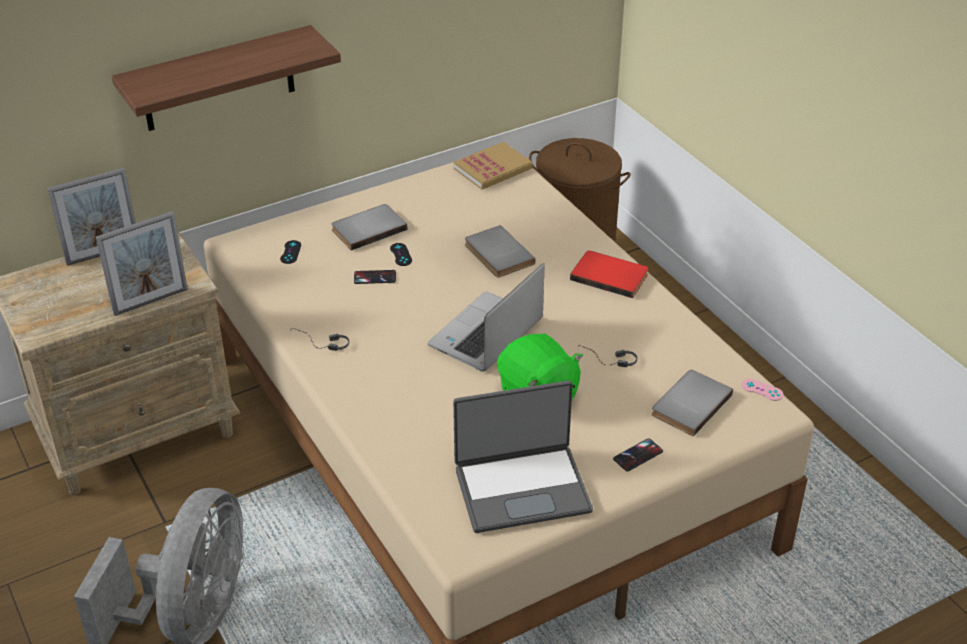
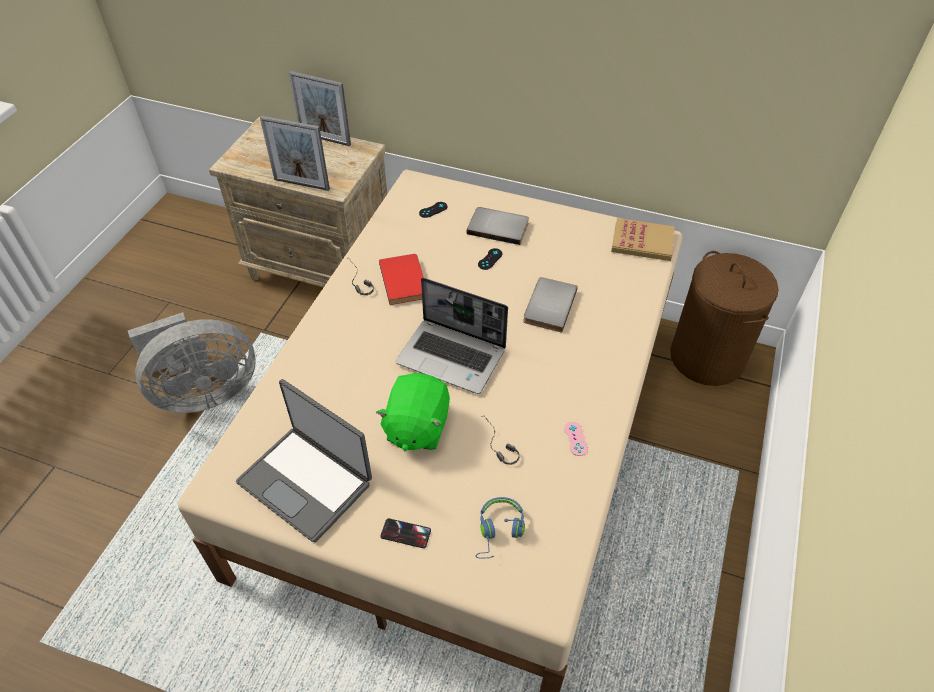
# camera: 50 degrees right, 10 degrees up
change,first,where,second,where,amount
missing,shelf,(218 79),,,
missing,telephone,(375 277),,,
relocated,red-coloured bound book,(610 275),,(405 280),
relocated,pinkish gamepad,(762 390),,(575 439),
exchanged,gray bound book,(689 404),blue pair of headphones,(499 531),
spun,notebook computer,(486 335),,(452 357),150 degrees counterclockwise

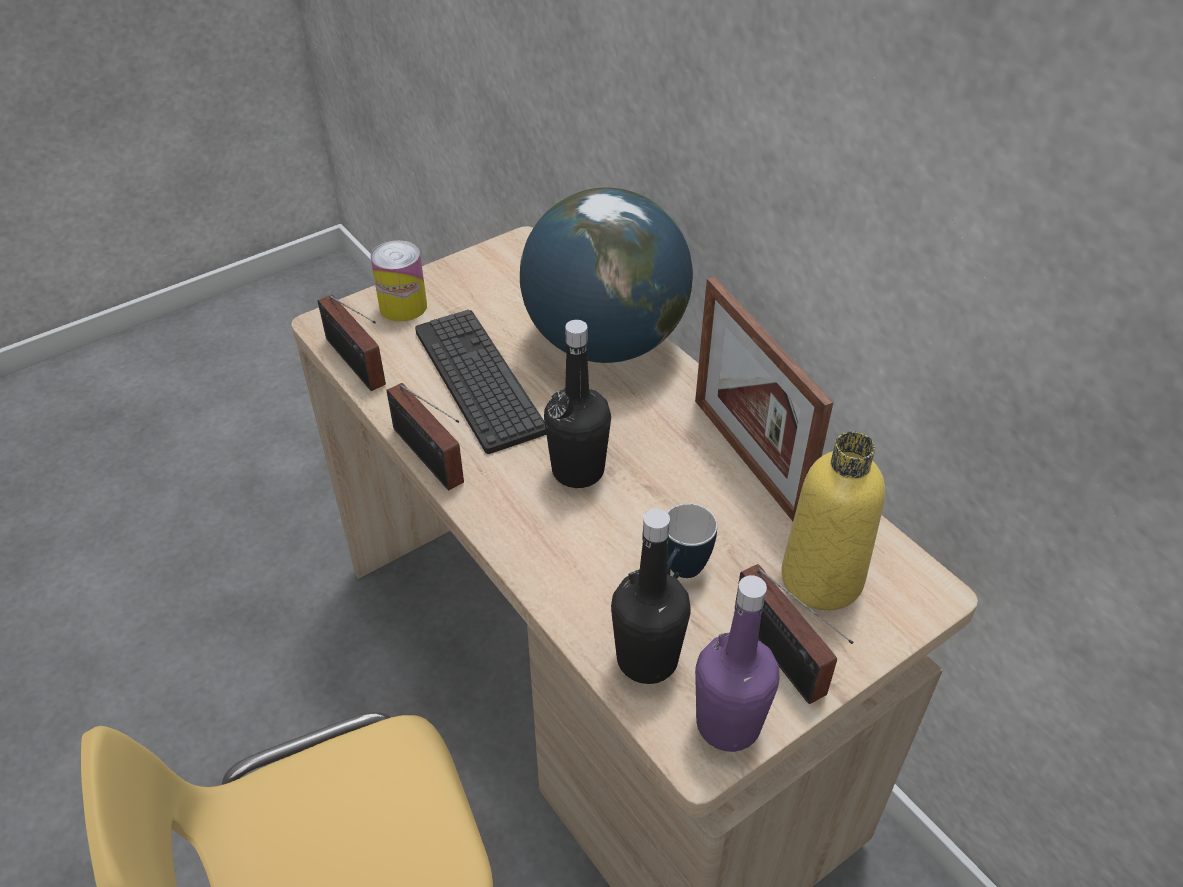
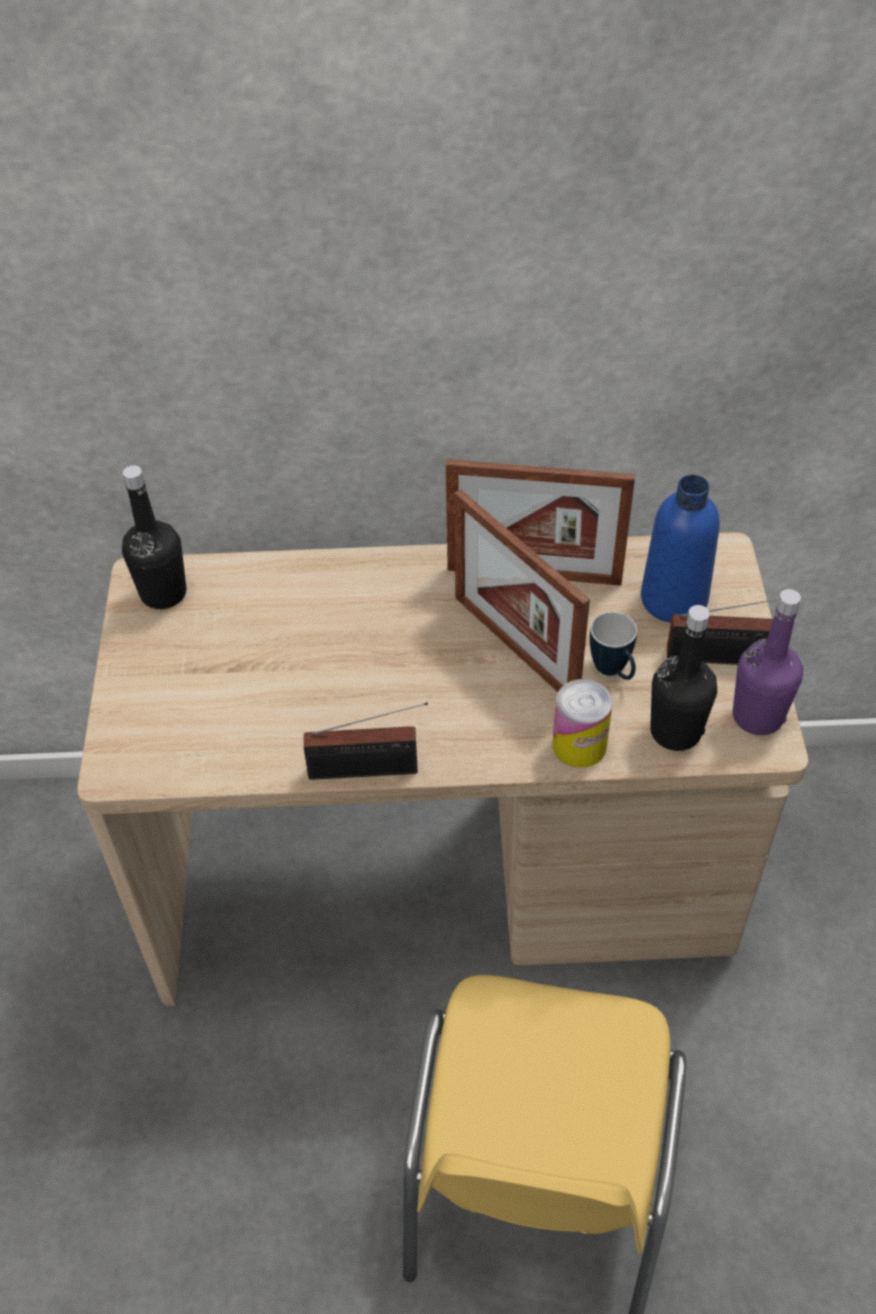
# camera: 55 degrees left, 5 degrees up
change,first,where,second,where,amount
missing,radio,(357 365),,,
missing,computer keyboard,(478 380),,,
missing,world globe,(605 343),,,
appeared,,,standing frame,(515 648),
relocated,can,(403 306),,(579 745),
relocated,black beverage bottle,(578 470),,(163 593),
colour,yellowish beverage bottle,(821 578),blue beverage bottle,(673 599),

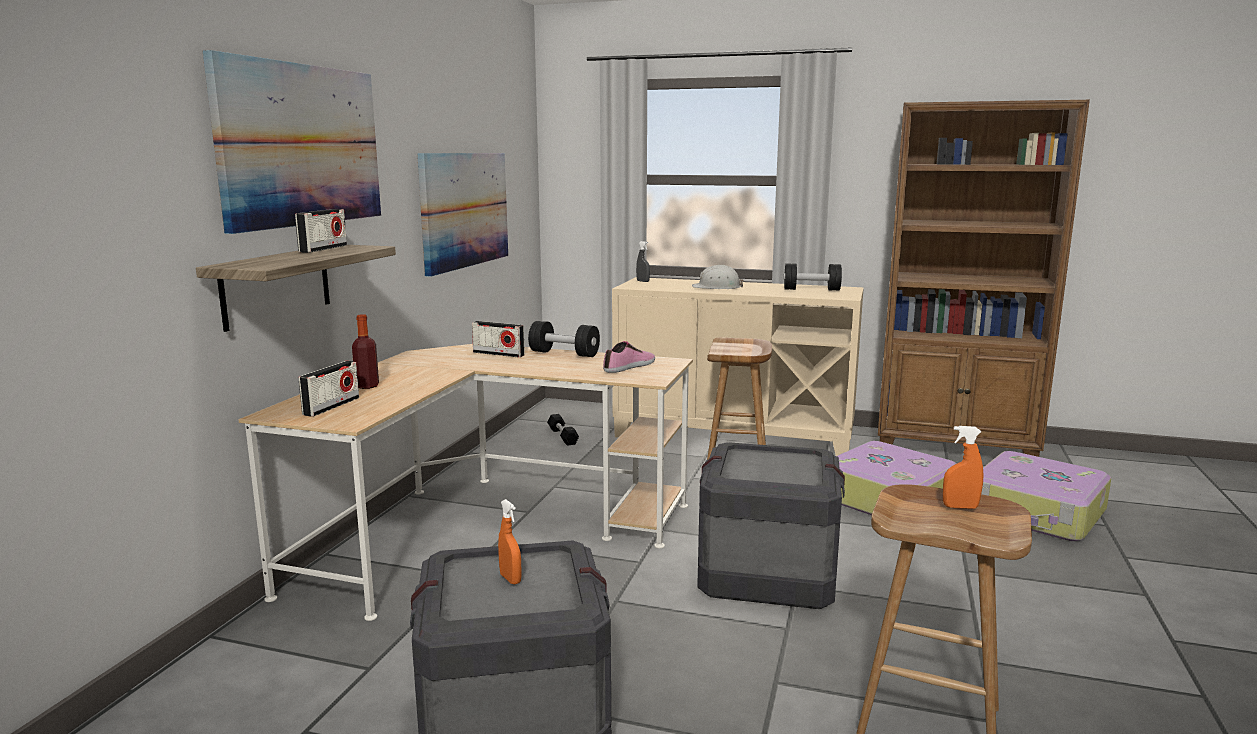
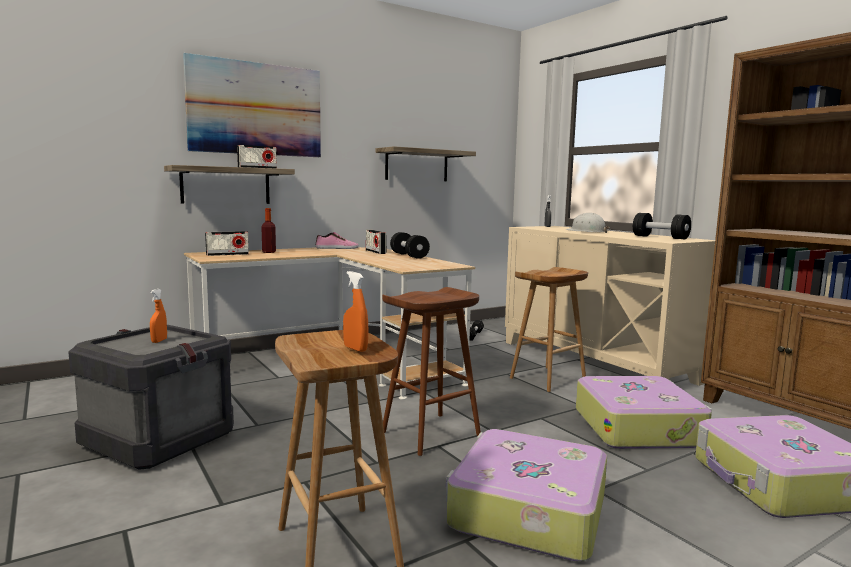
# camera: 40 degrees right, 5 degrees down
change,first,where,second,where,amount
appeared,,,piece of luggage,(526 511),
relocated,shoe,(630 366),,(337 248),
exchanged,wall picture,(464 210),shelf,(417 165),
exchanged,shipping crate,(767 576),brown-coloured sitting stool,(430 434),

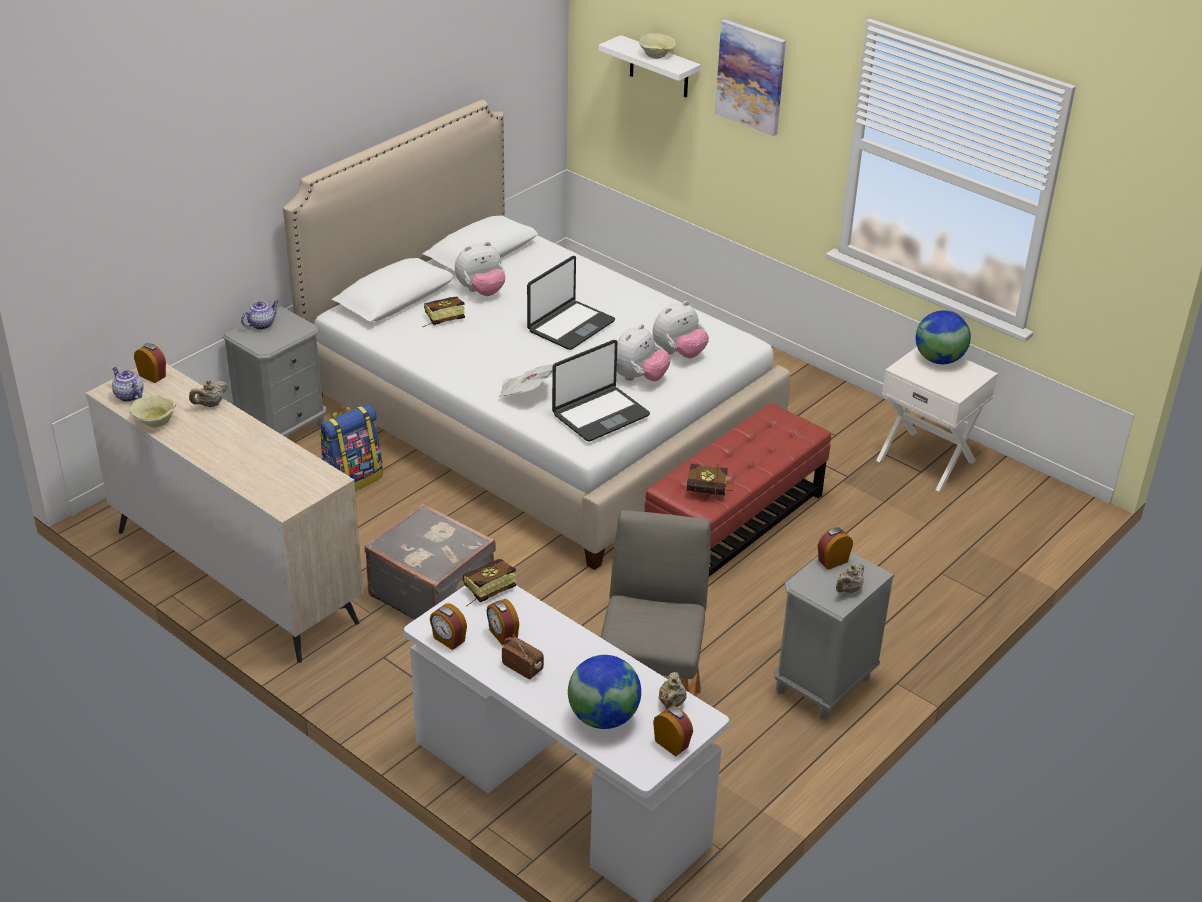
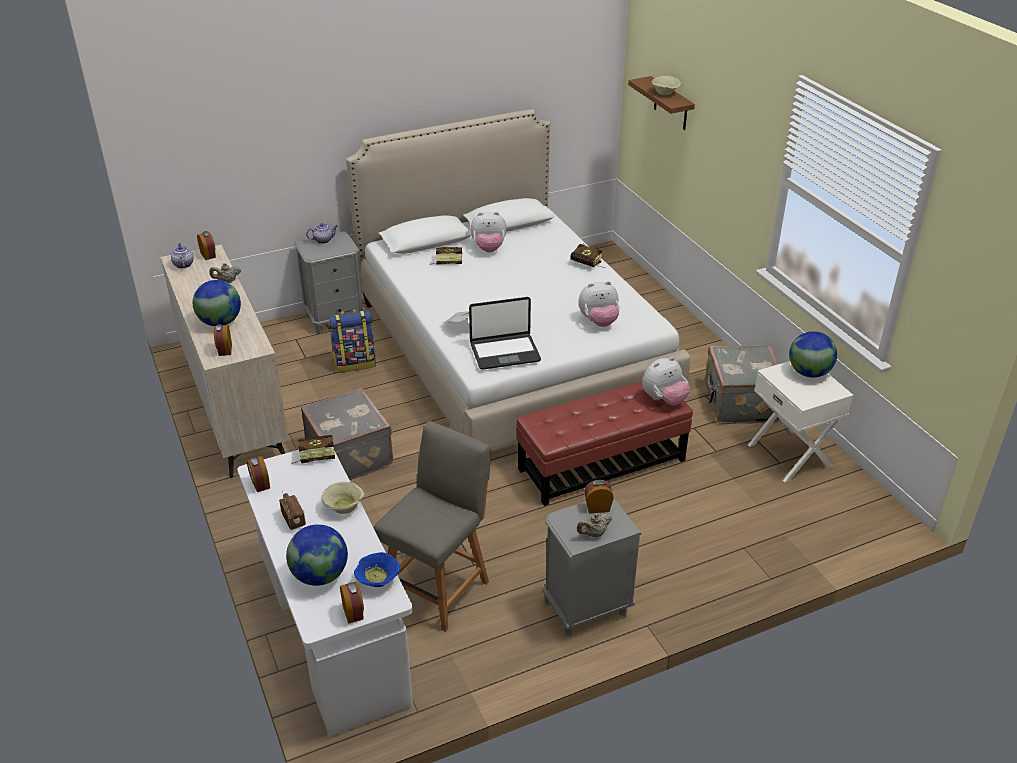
# camera: 25 degrees right, 0 degrees up
change,first,where,second,where,amount
missing,notebook computer,(570 326),,,
missing,wall picture,(751 77),,,
appeared,,,world globe,(220 322),
appeared,,,gray piece of luggage,(739 403),
relocated,sand-coloured serving bowl,(155 421),,(344 507),
relocated,table clock,(502 635),,(224 350),
relocated,cuddly toy,(639 378),,(664 400),
relocated,bound book,(711 492),,(588 265),
exchanged,sand-coloured tea pot,(671 704),blue serving bowl,(377 581),
colour,whitish shelf,(659 67),brown-coloured shelf,(671 104),

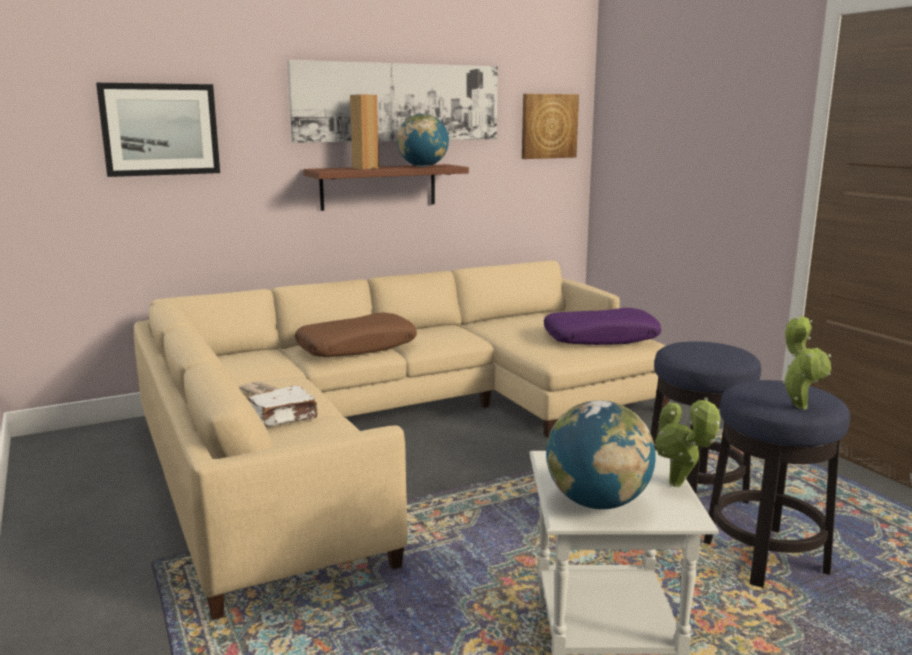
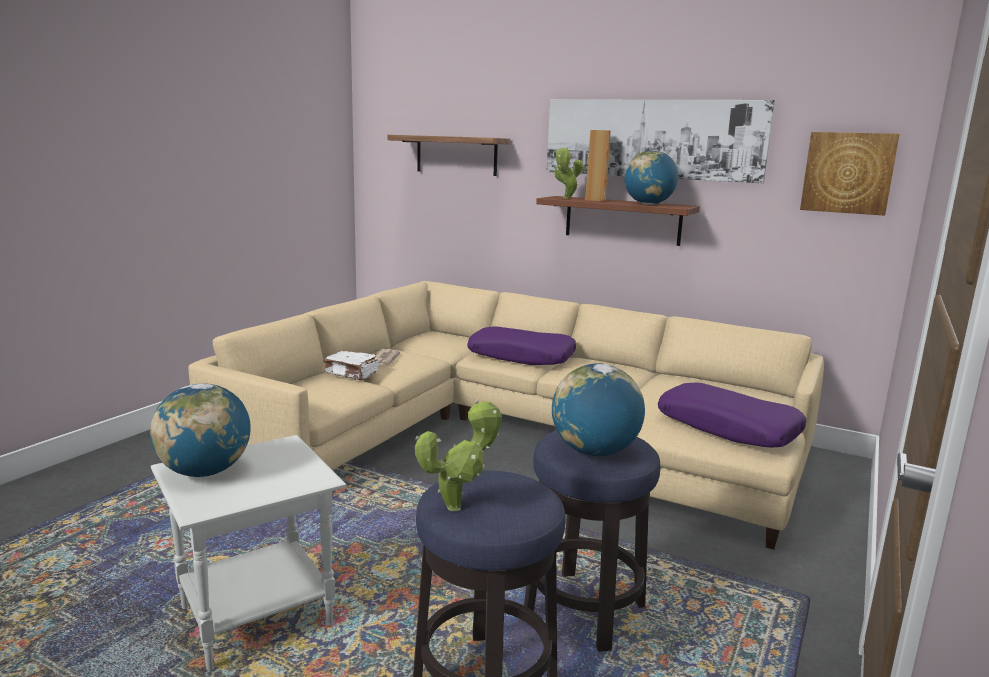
# camera: 55 degrees right, 0 degrees up
change,first,where,second,where,amount
appeared,,,world globe,(594 452),
relocated,potted plant,(679 486),,(566 198),
exchanged,wall picture,(160 129),shelf,(456 155),
colour,brown-coloured throw pillow,(357 347),purplish throw pillow,(521 356),

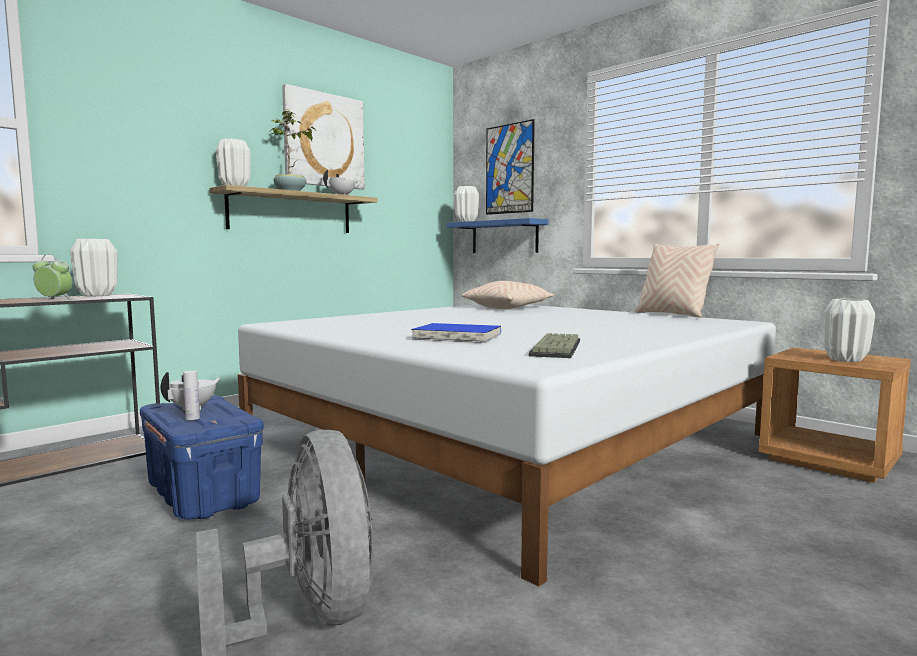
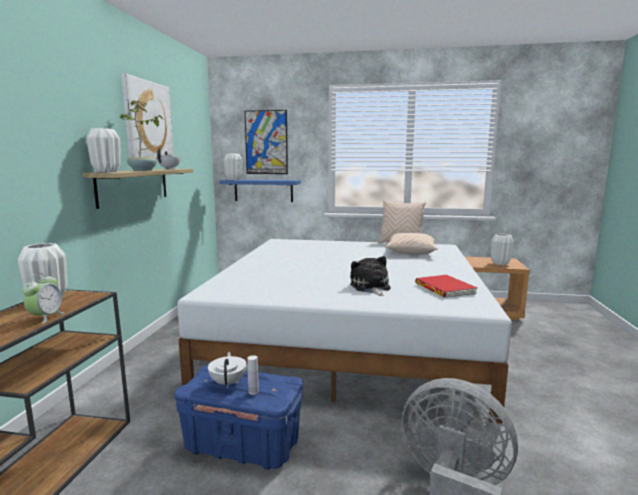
# camera: 35 degrees left, 5 degrees up
change,first,where,second,where,amount
relocated,sand-coloured throw pillow,(508 308),,(410 252),
exchanged,blue bound book,(457 337),cuddly toy,(370 287),
exchanged,computer keyboard,(558 348),red-coloured bound book,(444 289),
spun,table clock,(54 299),,(46 317),120 degrees clockwise

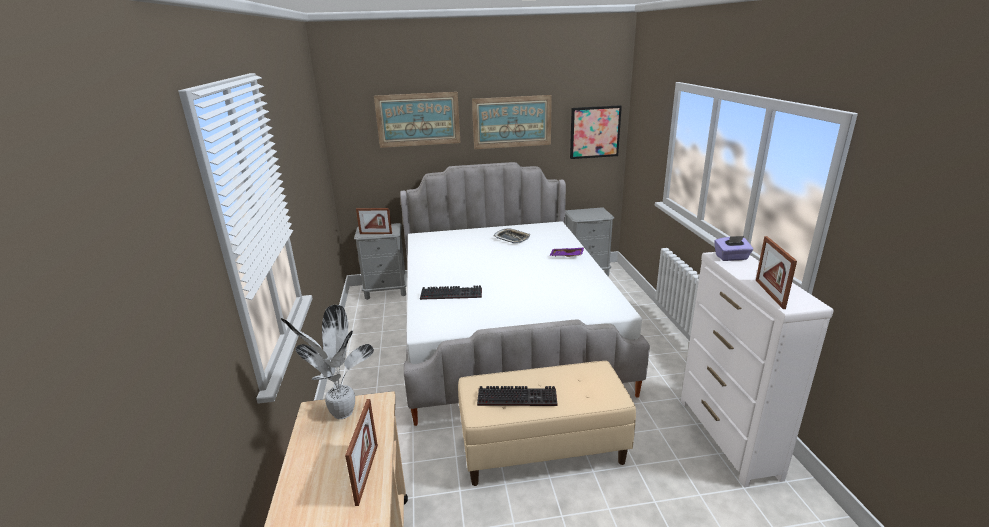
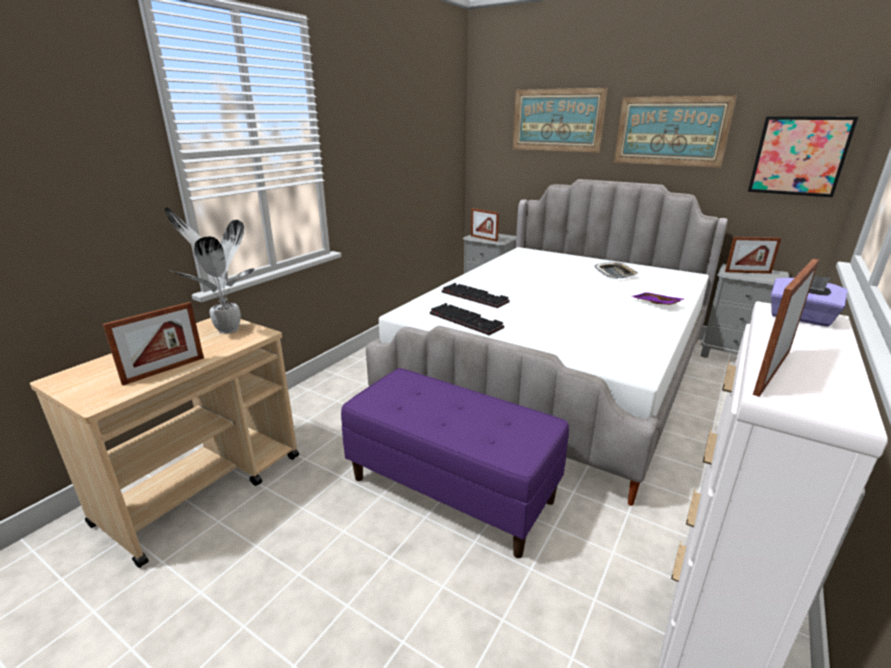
# camera: 40 degrees right, 0 degrees up
change,first,where,second,where,amount
appeared,,,standing frame,(747 272),
relocated,computer keyboard,(518 397),,(467 320),
colour,sand-coloured bench,(542 449),purplish bench,(452 489),

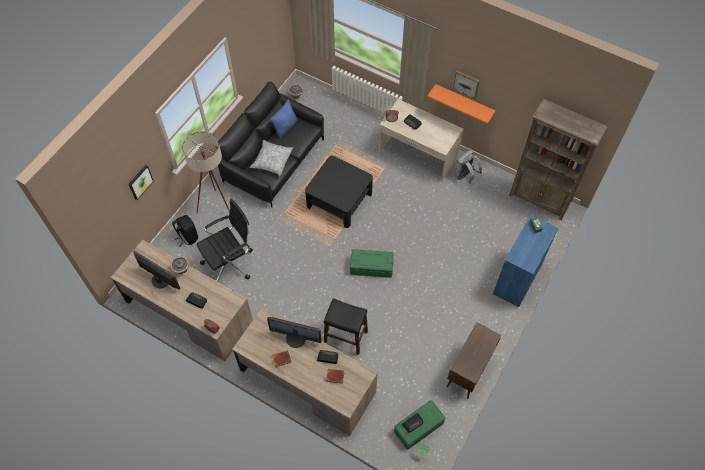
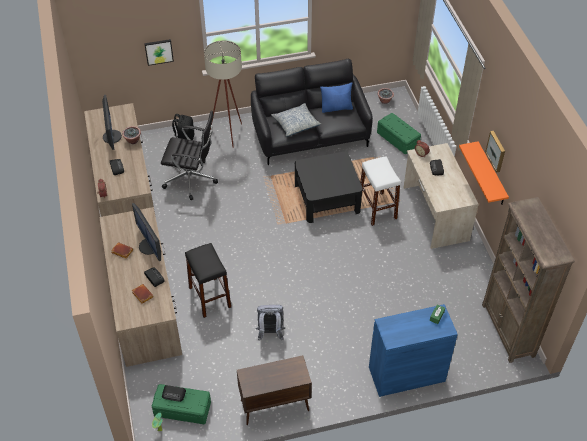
# camera: 45 degrees right, 10 degrees down
change,first,where,second,where,amount
appeared,,,whitish sitting stool,(377 208),
relocated,green-coloured storage bin,(371 267),,(398 139),
relocated,gray rucksack,(465 176),,(270 333),

